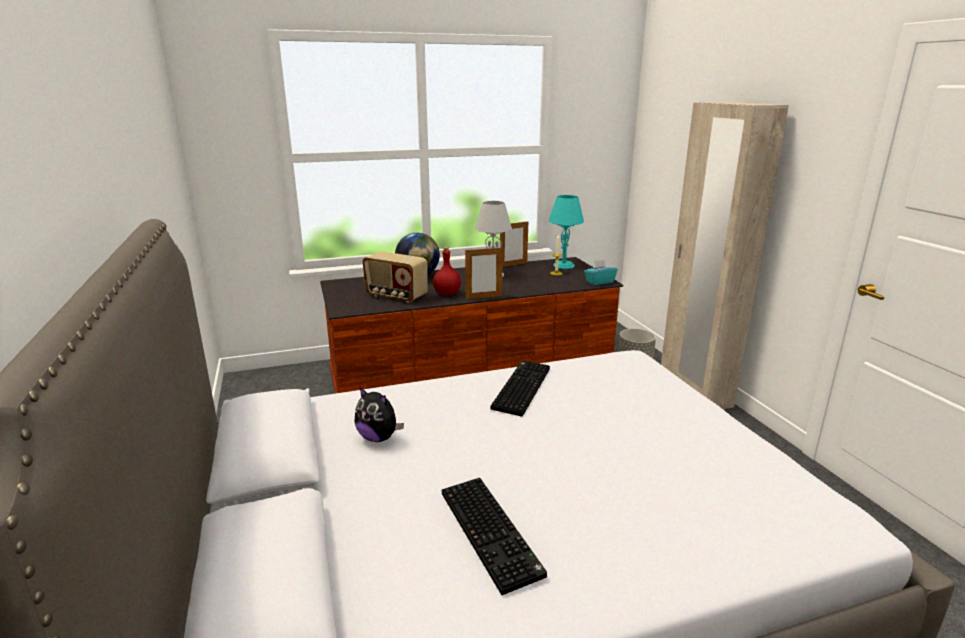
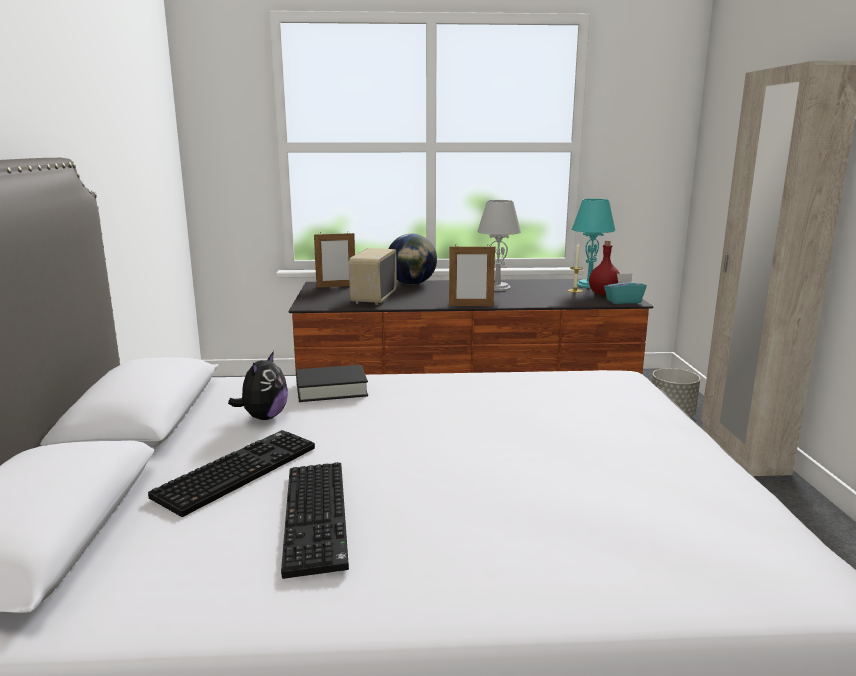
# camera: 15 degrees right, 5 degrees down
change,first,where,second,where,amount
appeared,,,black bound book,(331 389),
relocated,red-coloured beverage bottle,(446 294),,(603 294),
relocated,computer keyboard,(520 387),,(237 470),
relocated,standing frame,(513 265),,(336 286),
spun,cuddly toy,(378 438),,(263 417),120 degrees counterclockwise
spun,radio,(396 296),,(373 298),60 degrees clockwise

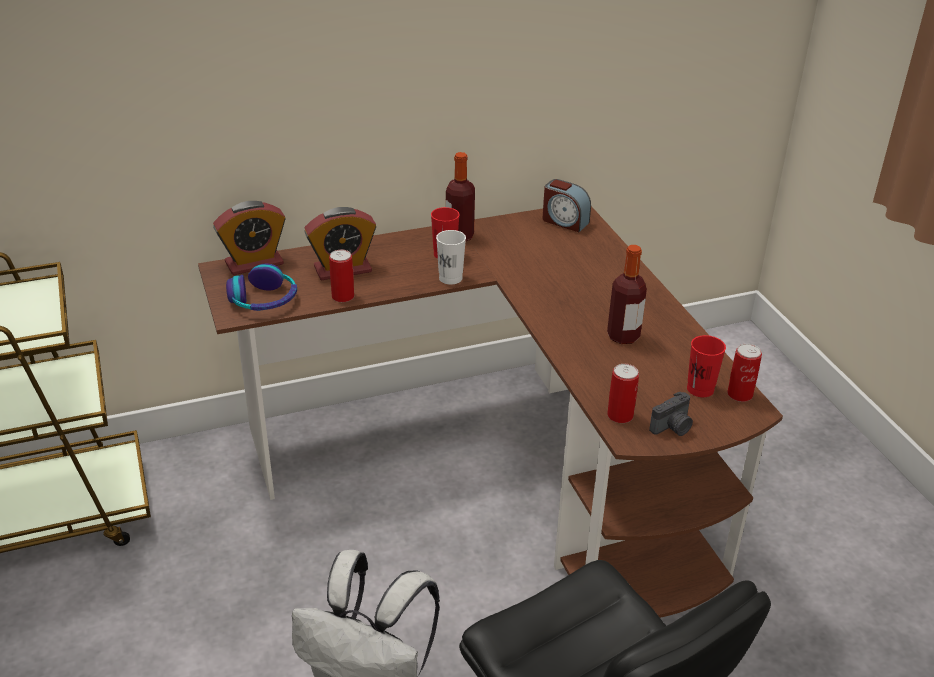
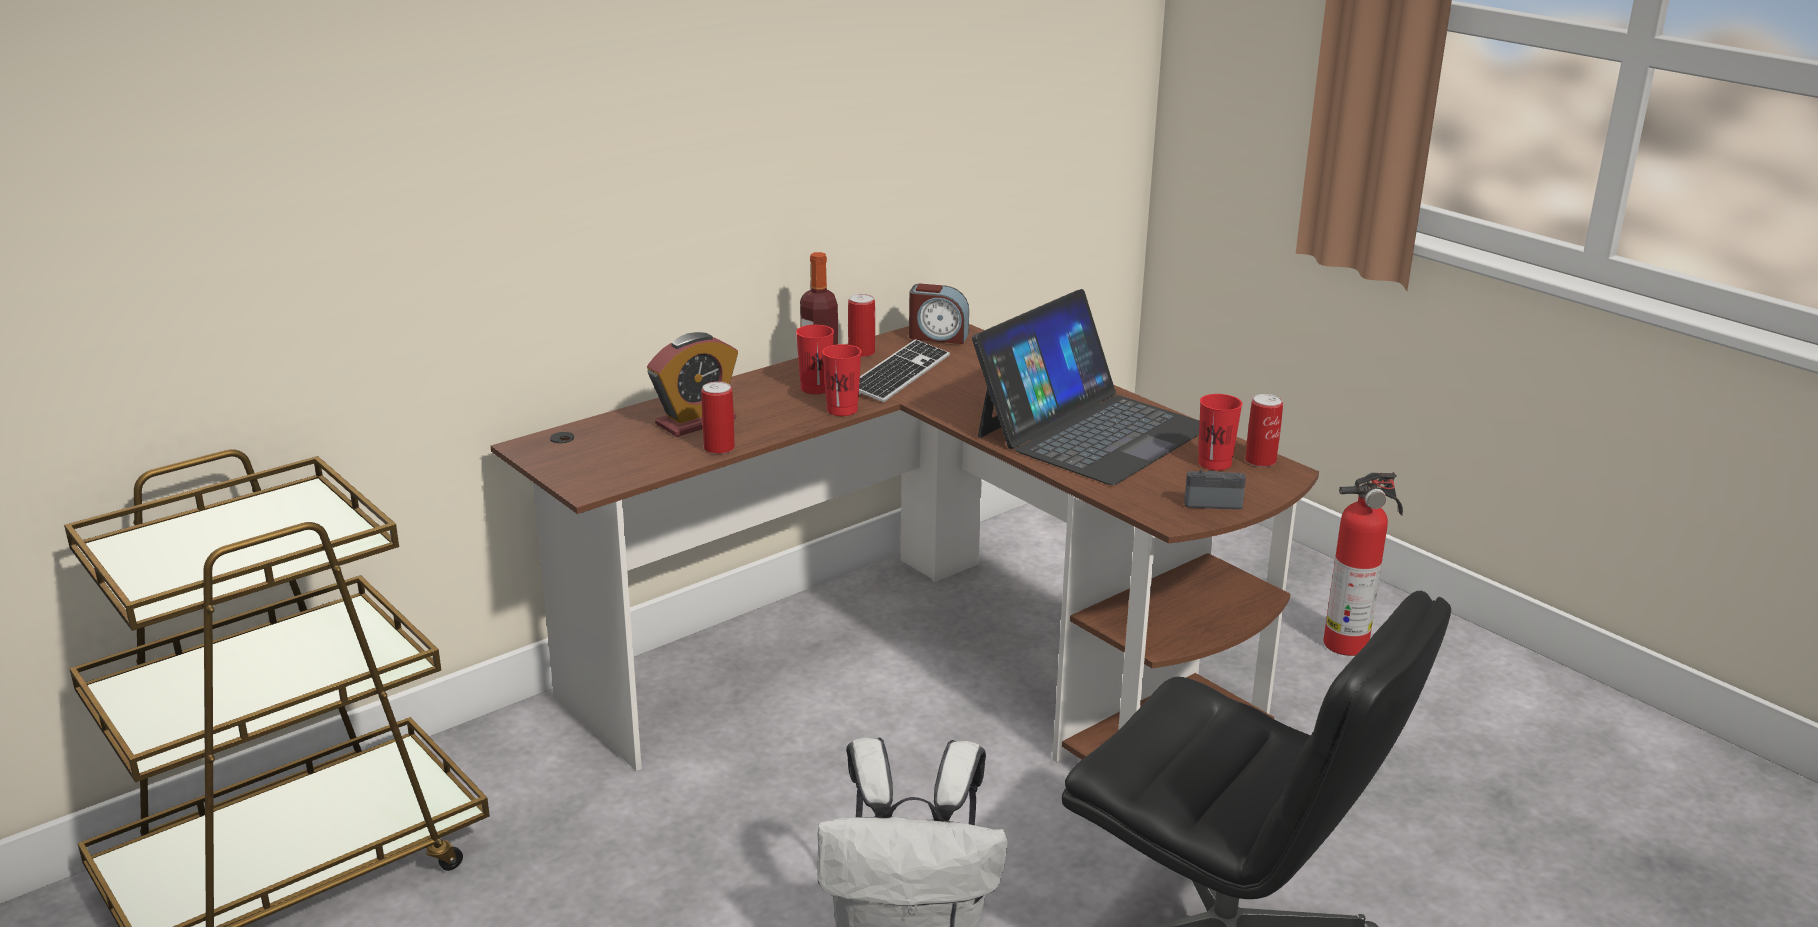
# camera: 20 degrees left, 10 degrees down
change,first,where,second,where,amount
missing,table clock,(254 263),,,
missing,pair of headphones,(264 300),,,
appeared,,,computer keyboard,(900 374),
appeared,,,extinguisher,(1349 643),
relocated,can,(620 415),,(861 353),
exchanged,beverage bottle,(623 336),notebook computer,(1092 431),
colour,whitish small cup,(450 278),red-coloured small cup,(842 410),
spun,photo camera,(673 427),,(1212 502),120 degrees counterclockwise

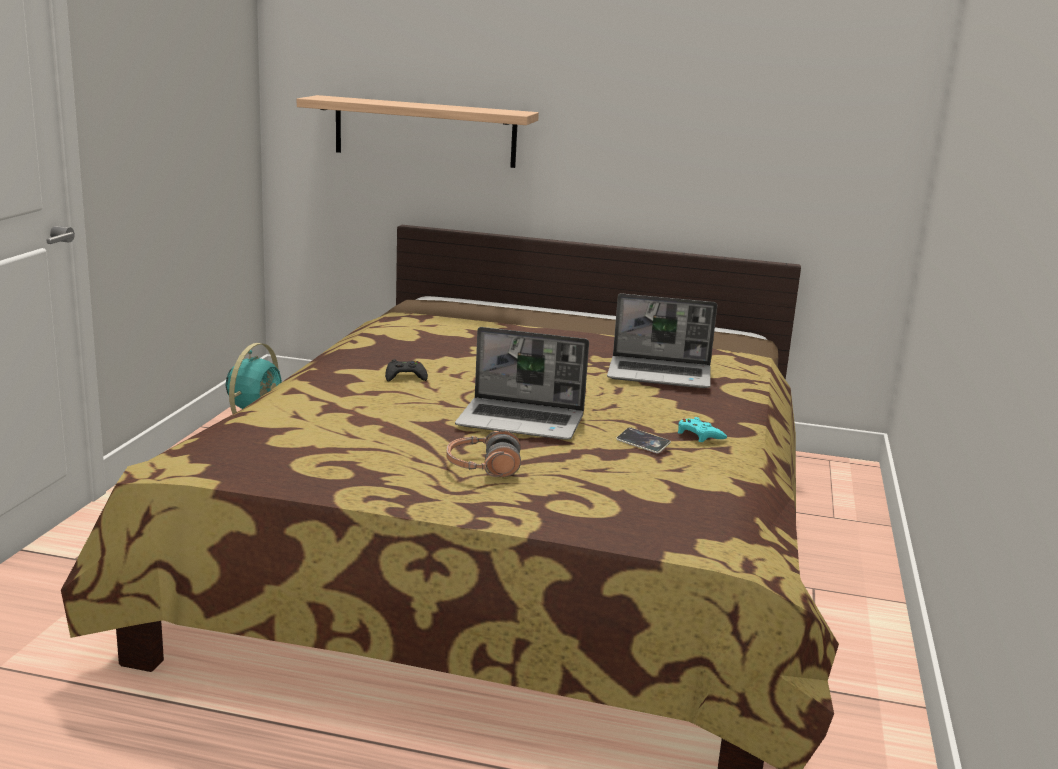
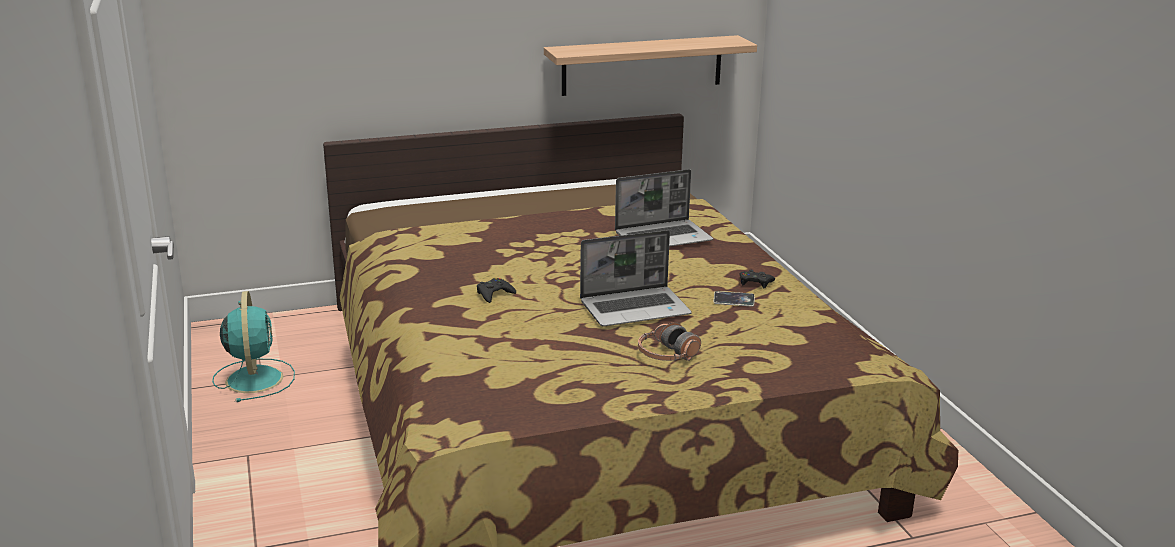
# camera: 30 degrees left, 5 degrees up
change,first,where,second,where,amount
relocated,shelf,(425 131),,(642 65),
colour,turquoise gamepad,(699 435),black gamepad,(755 282),

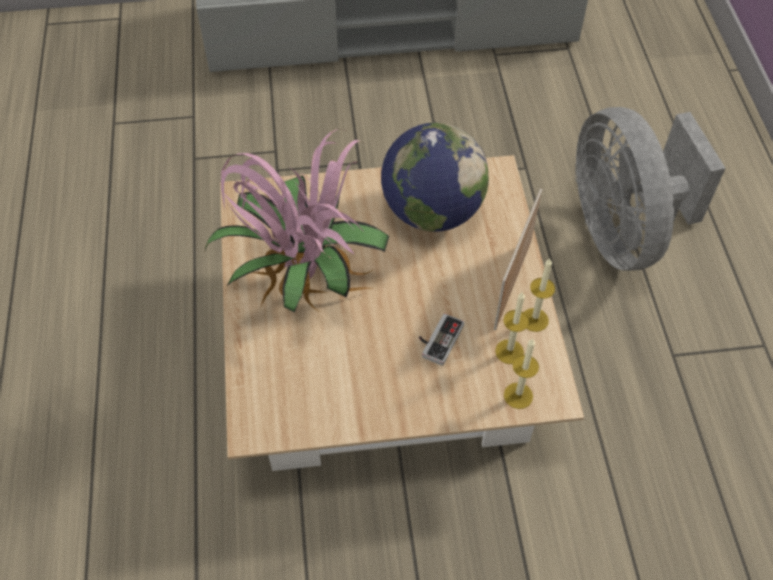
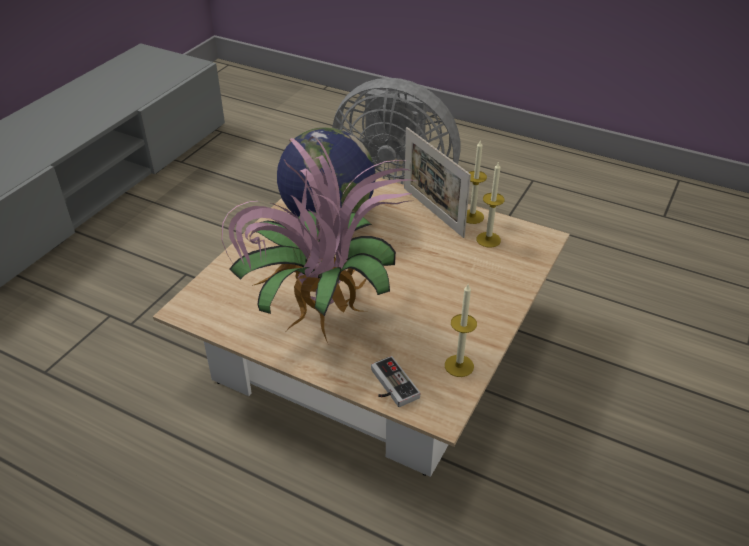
# camera: 55 degrees left, 15 degrees down
change,first,where,second,where,amount
relocated,gamepad,(437 339),,(389 386),
relocated,wax light,(518 395),,(459 366),

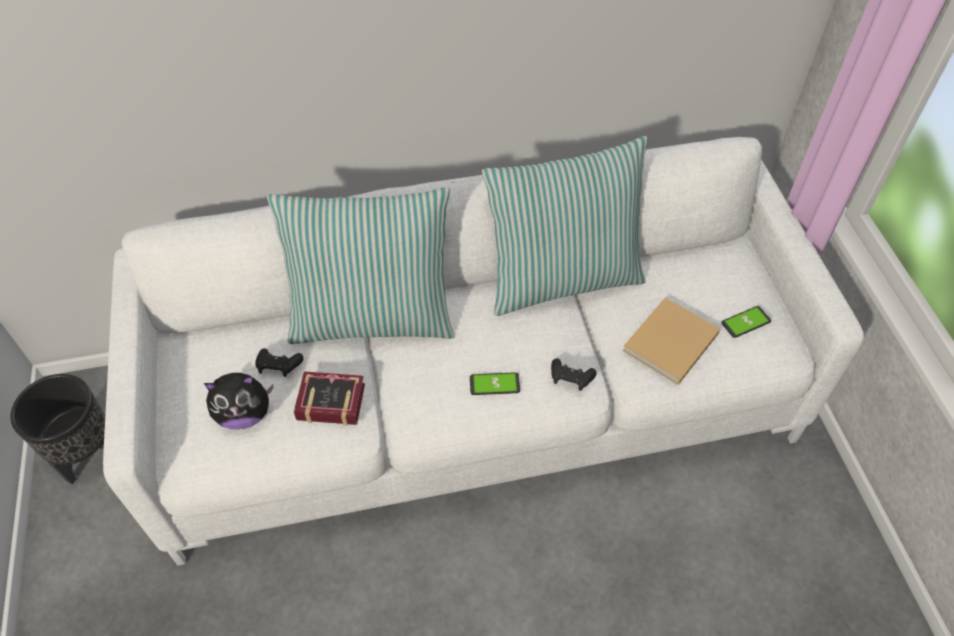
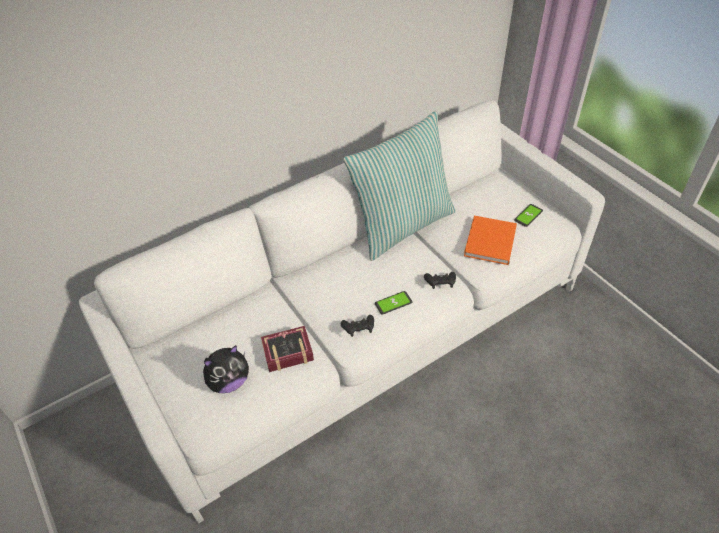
# camera: 20 degrees left, 5 degrees down
change,first,where,second,where,amount
missing,black plant pot,(90 456),,,
missing,throw pillow,(372 318),,,
relocated,black gamepad,(279 367),,(359 329),
colour,sand-coloured bound book,(669 344),orange-coloured bound book,(490 243),

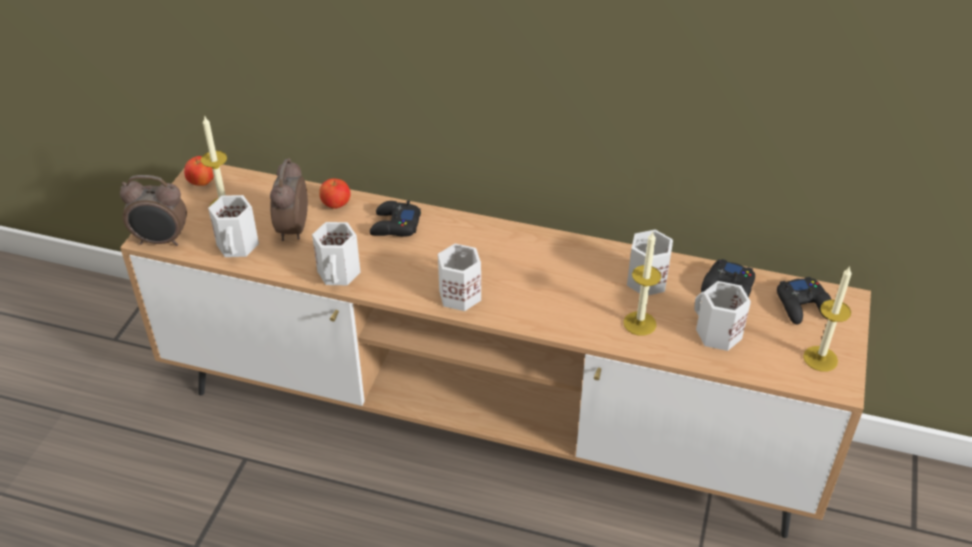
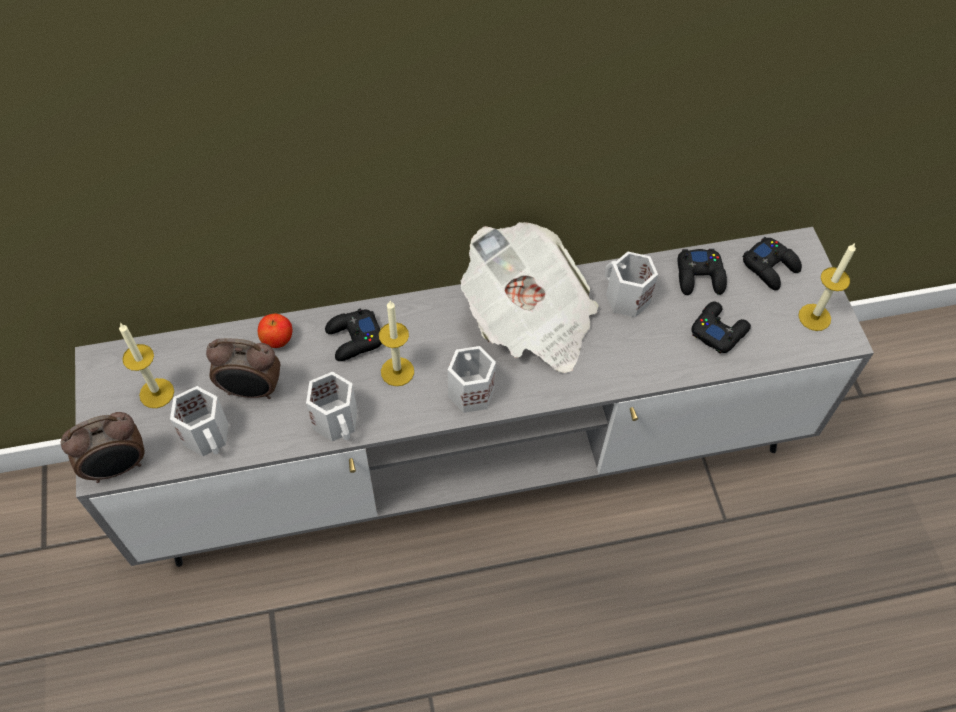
# camera: 30 degrees left, 15 degrees up
change,first,where,second,where,amount
missing,apple,(202 183),,,
appeared,,,printed paper,(529 319),
relocated,wax light,(639 323),,(397 371),
exchanged,whitish tea mug,(716 334),black gamepad,(718 330),
colour,brown-coloured tv stand,(486 423),gray tv stand,(474 463),
spun,table clock,(292 229),,(251 390),60 degrees counterclockwise

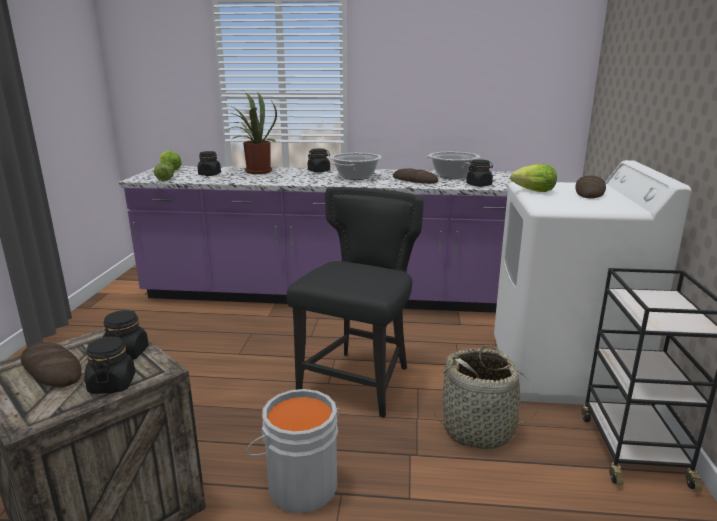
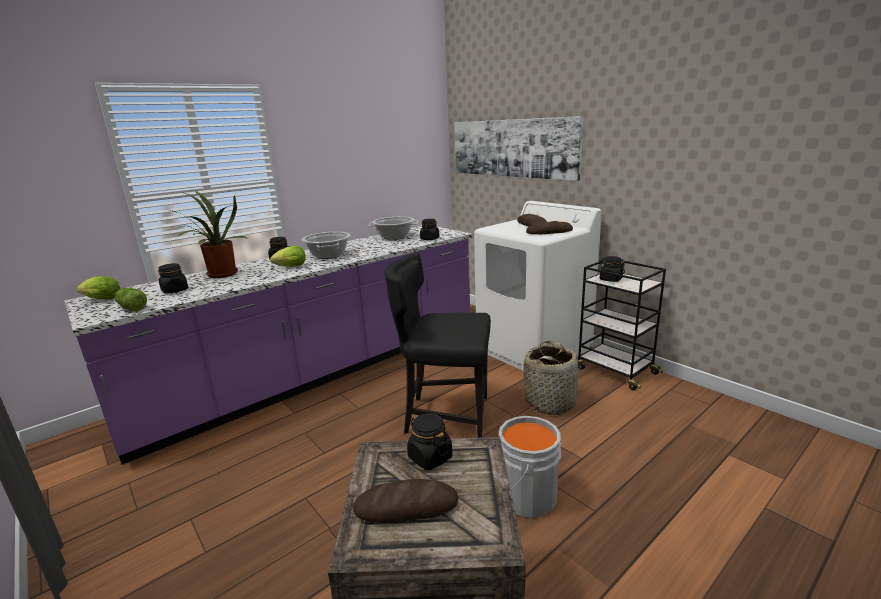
# camera: 45 degrees left, 0 degrees up
change,first,where,second,where,amount
appeared,,,wall picture,(512 148),
relocated,black jar,(112 384),,(610 279),
relocated,baked bread,(414 180),,(549 232),
relocated,lettuce,(531 191),,(289 267),
spun,black upright chair,(359 380),,(445 416),60 degrees counterclockwise

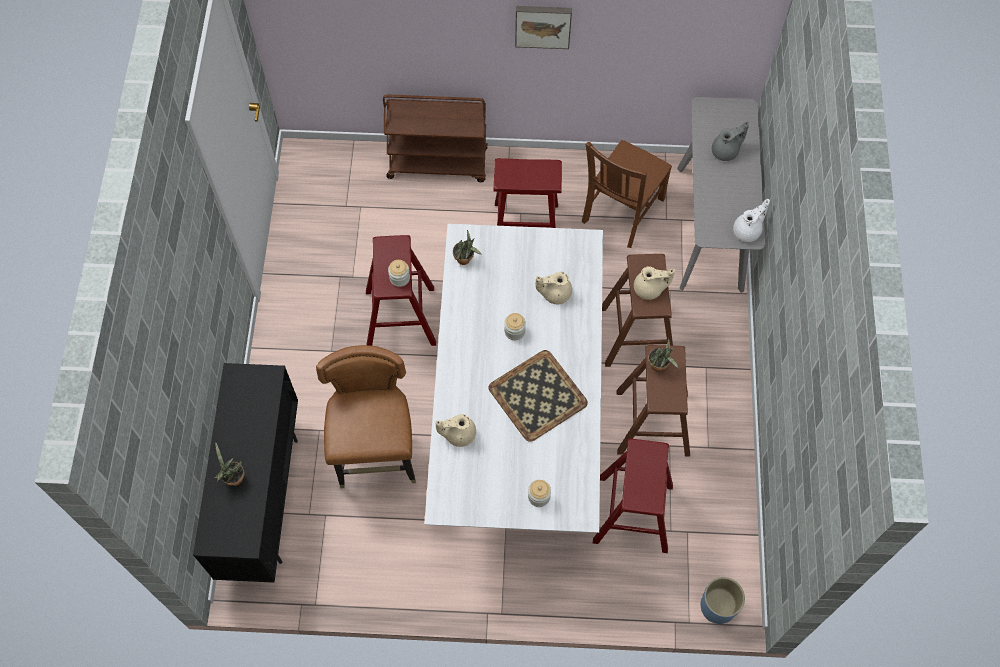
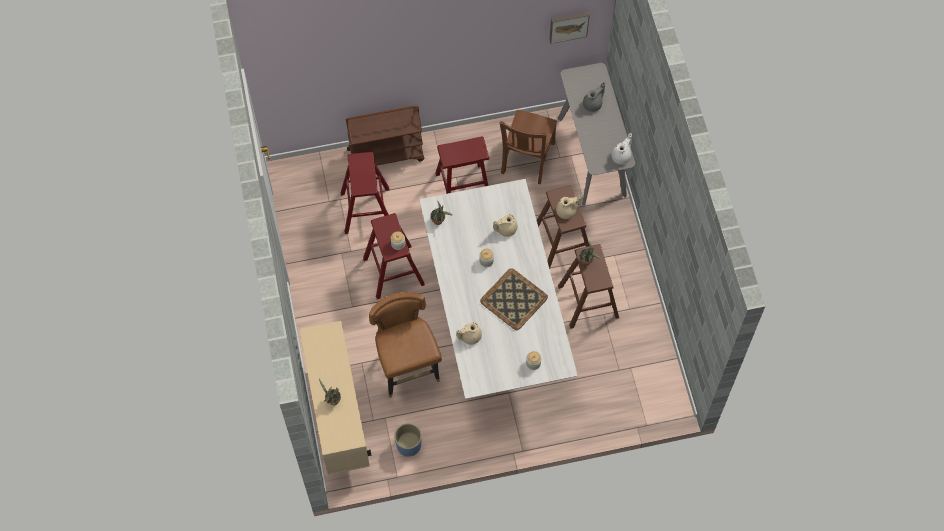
# camera: 15 degrees left, 0 degrees up
change,first,where,second,where,amount
relocated,wall picture,(543 25),,(568 25),
relocated,red-coloured sitting stool,(633 514),,(367 210),
relocated,blue plant pot,(718 606),,(409 445),
colour,black cupboard,(263 498),sand-coloured cupboard,(338 417),

